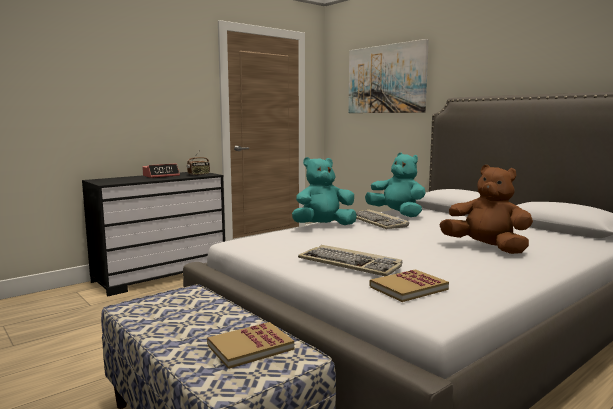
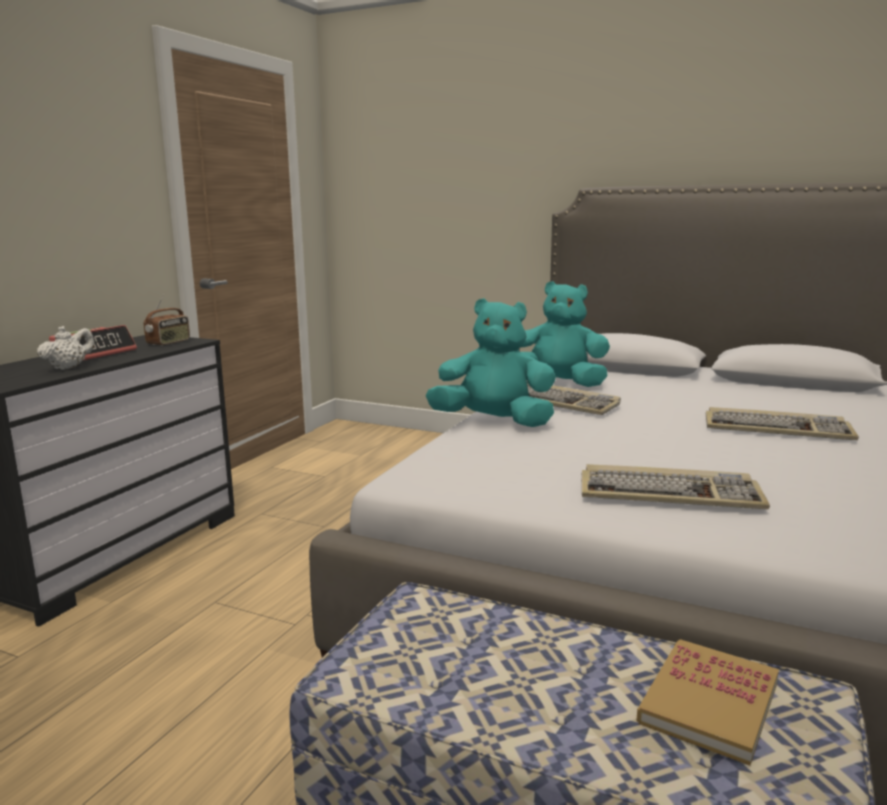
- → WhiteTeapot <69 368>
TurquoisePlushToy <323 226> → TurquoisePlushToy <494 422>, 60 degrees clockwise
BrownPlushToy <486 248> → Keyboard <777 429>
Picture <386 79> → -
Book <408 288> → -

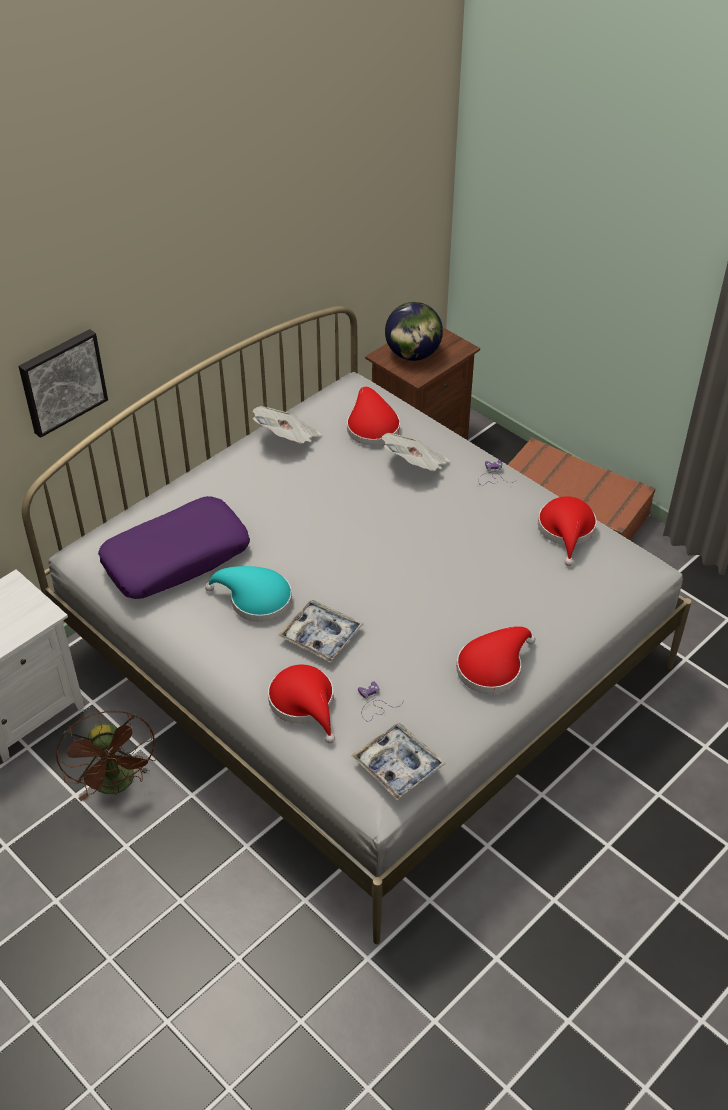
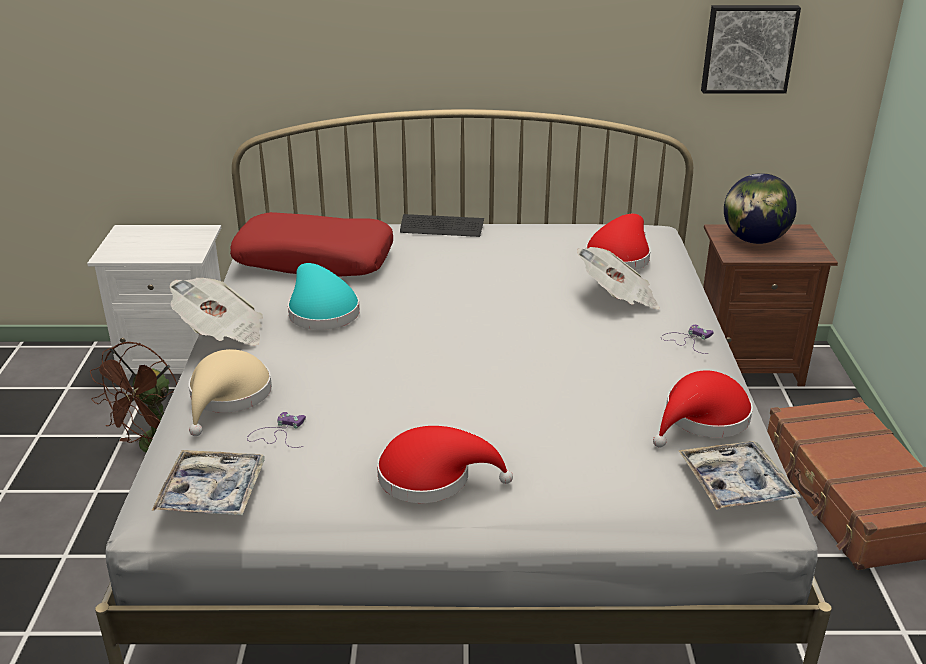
Newspaper <288 439> → Newspaper <222 333>, relocated
RedHat <304 703> → BeigeHat <228 397>
PurplePillow <176 558> → RedPillow <315 259>
- → Keyboard <441 227>
Tray <321 636> → Tray <735 484>, relocated
Picture <61 381> → Picture <748 48>, relocated

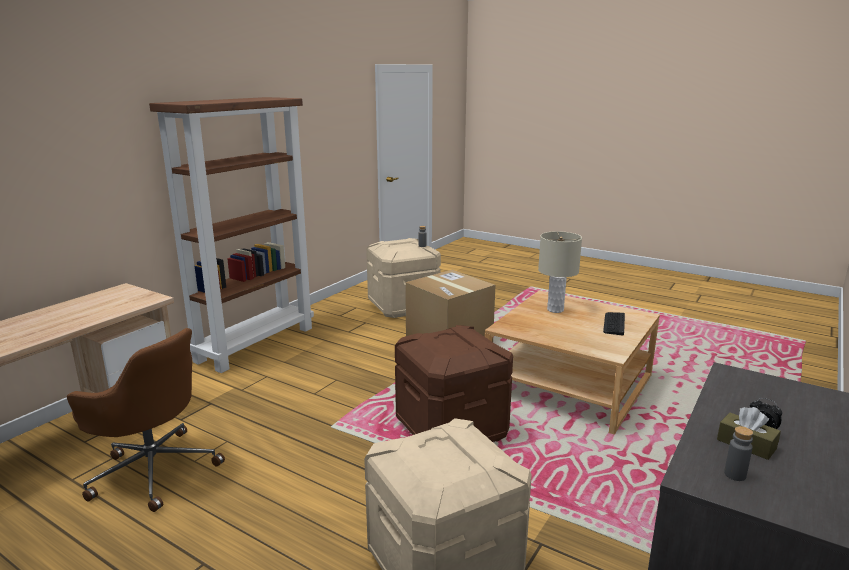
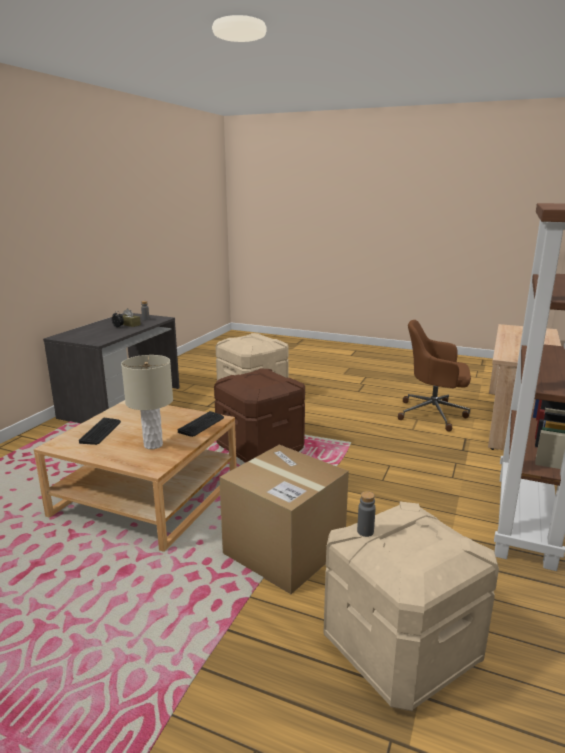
- → Keyboard <202 424>

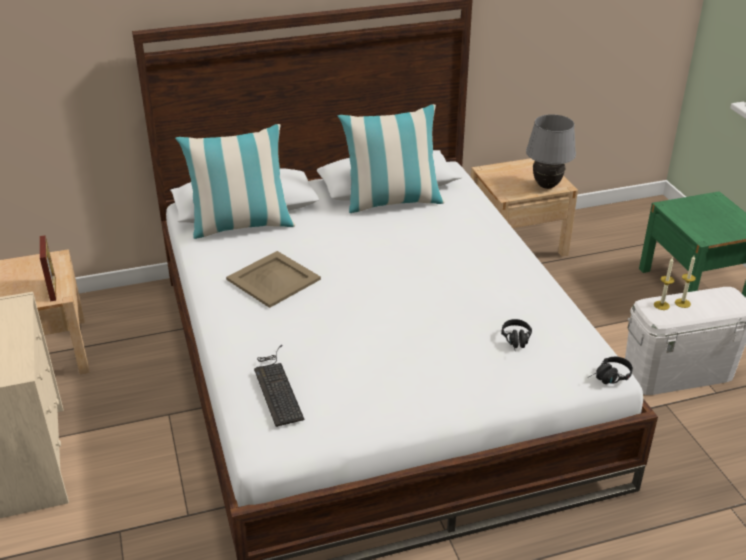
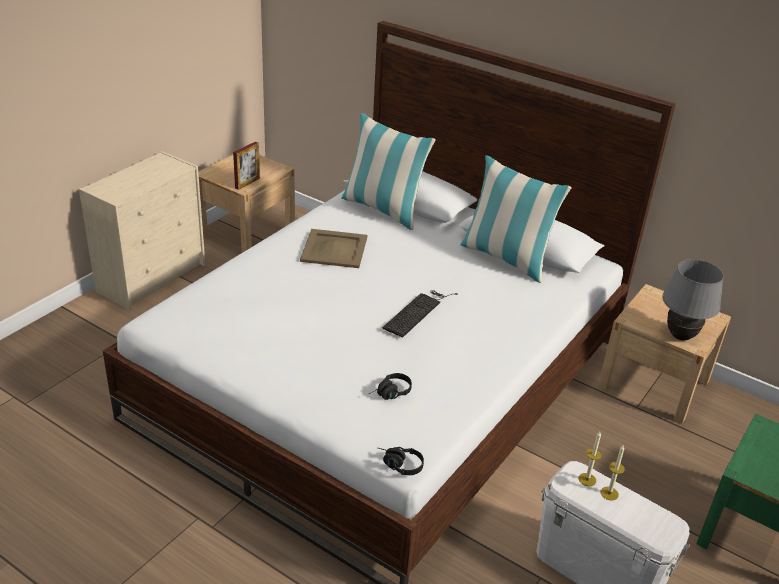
Keyboard <277 386> → Keyboard <418 311>, relocated

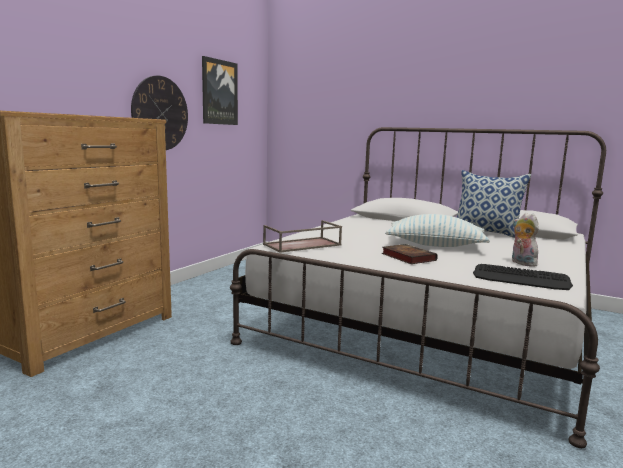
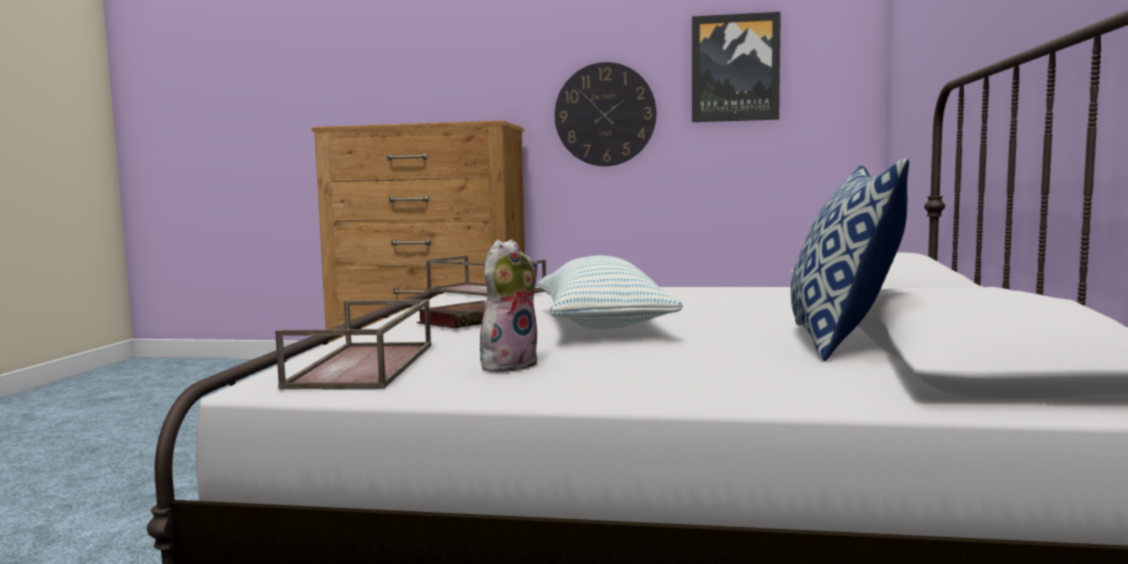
Keyboard <521 279> → BrownTray <365 365>

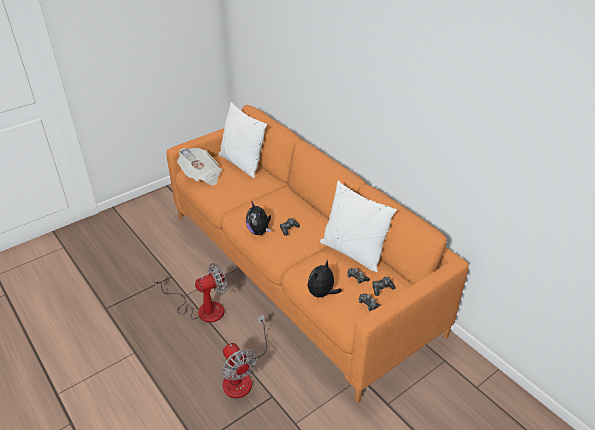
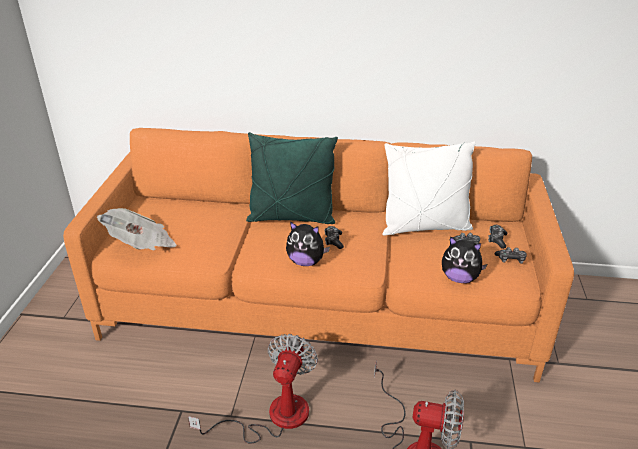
- → GreenPillow <291 217>
PlushToy <322 294> → PlushToy <459 278>, 60 degrees counterclockwise
WhitePillow <241 164> → -

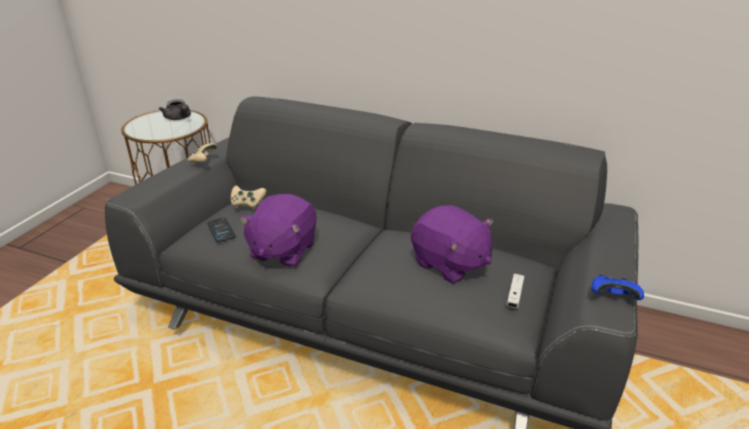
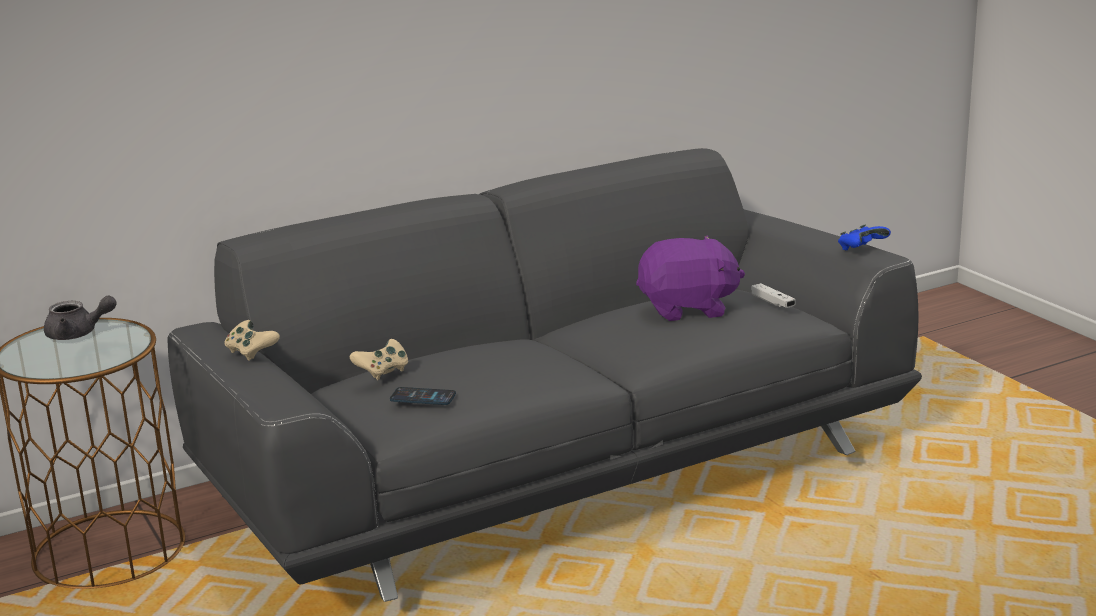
PurplePlushToy <282 250> → -

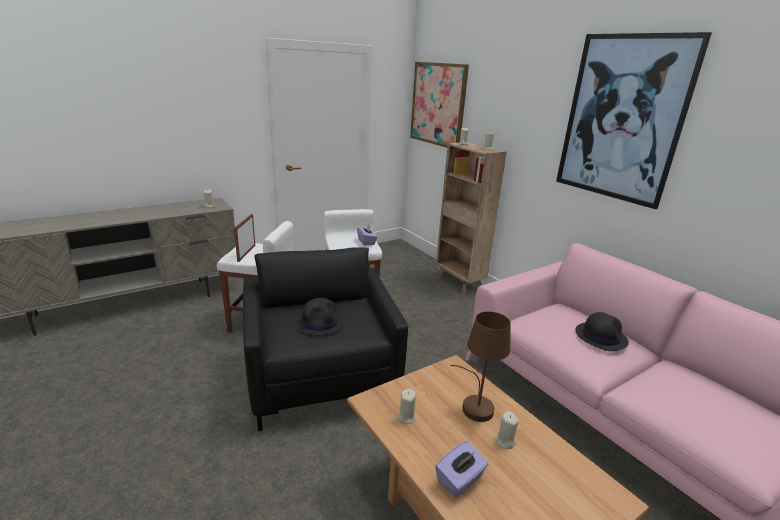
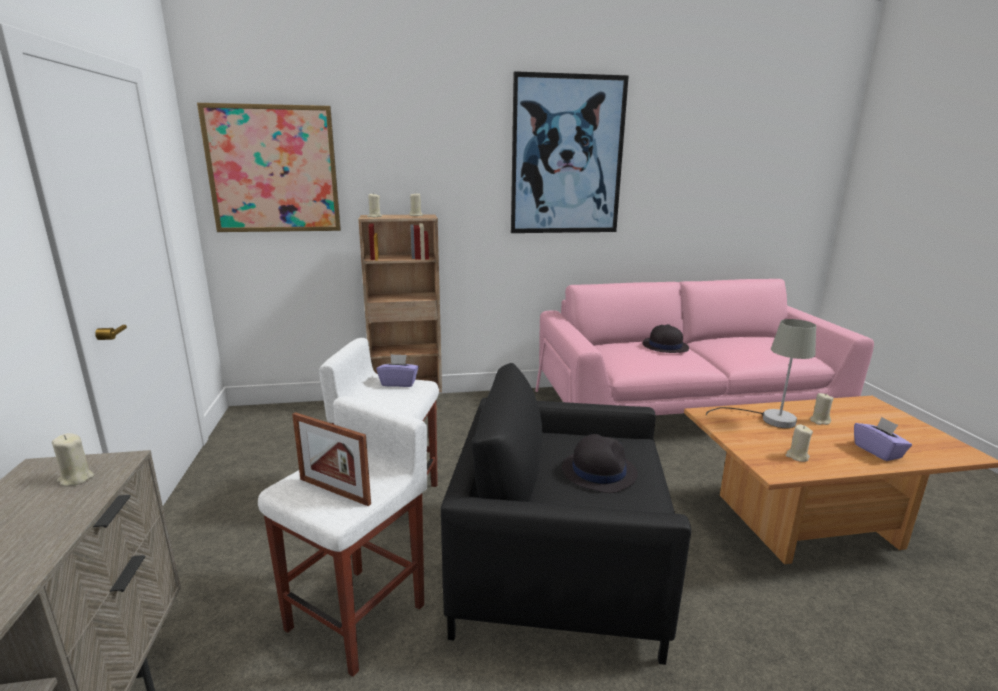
BrownTableLamp <476 403> → GreyTableLamp <768 419>

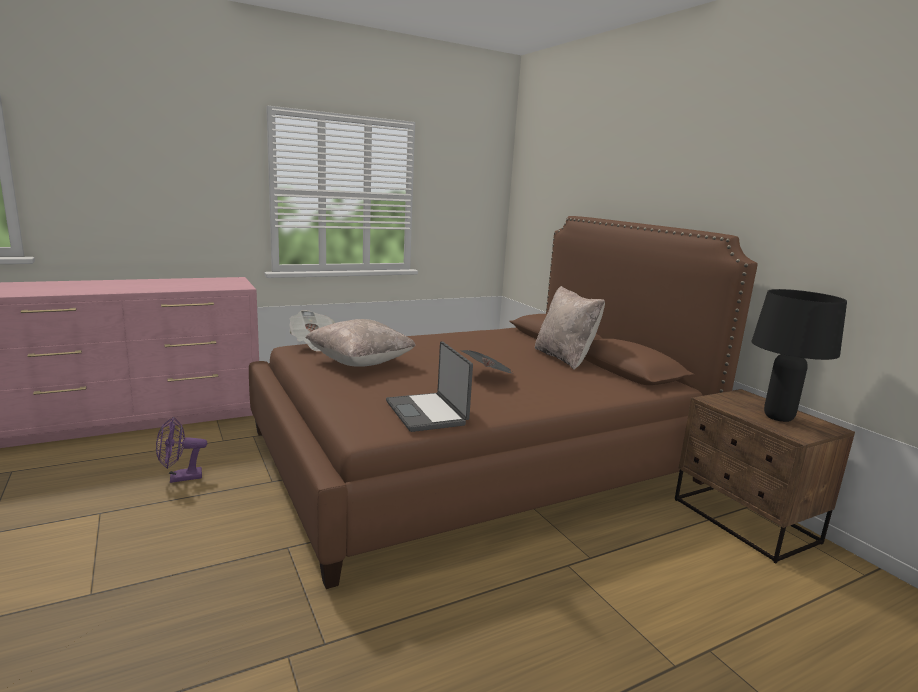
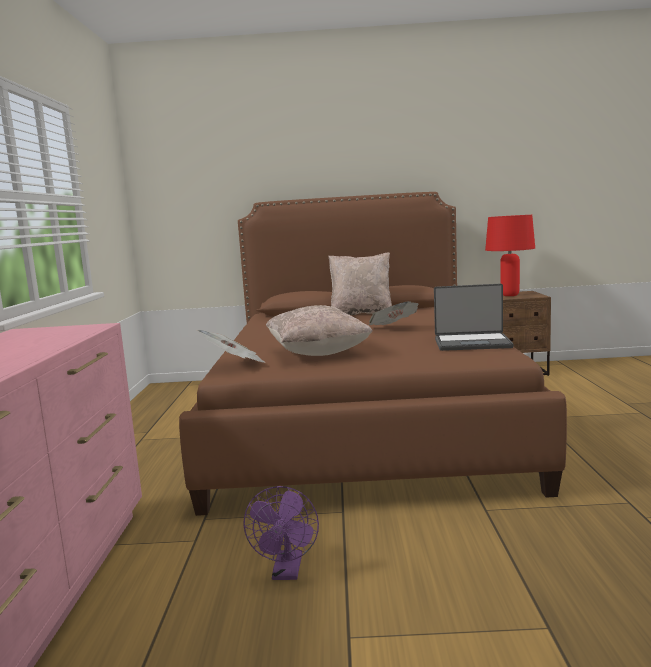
BlackTableLamp <777 417> → RedTableLamp <509 295>

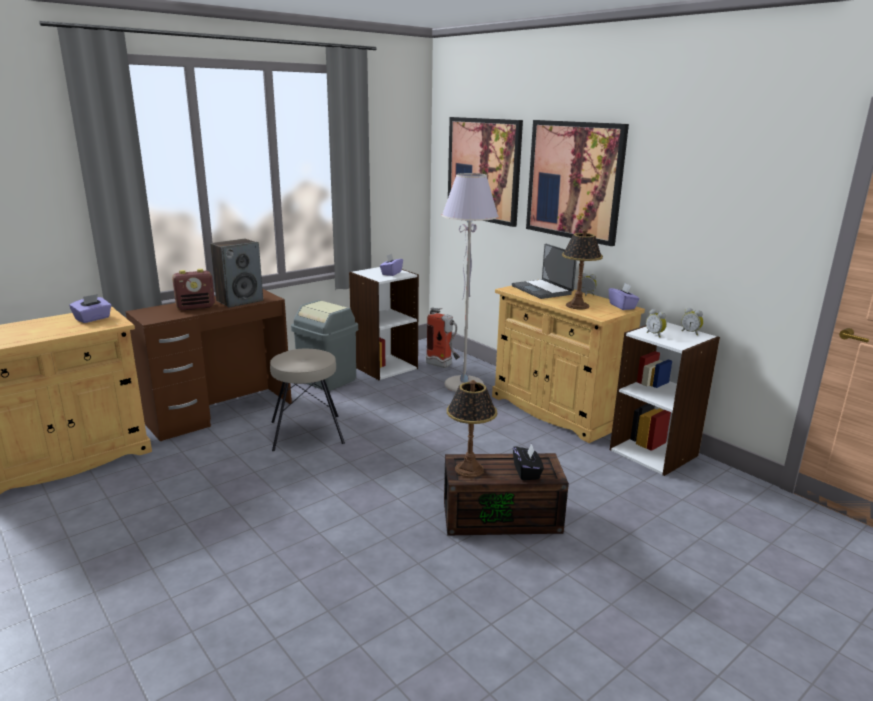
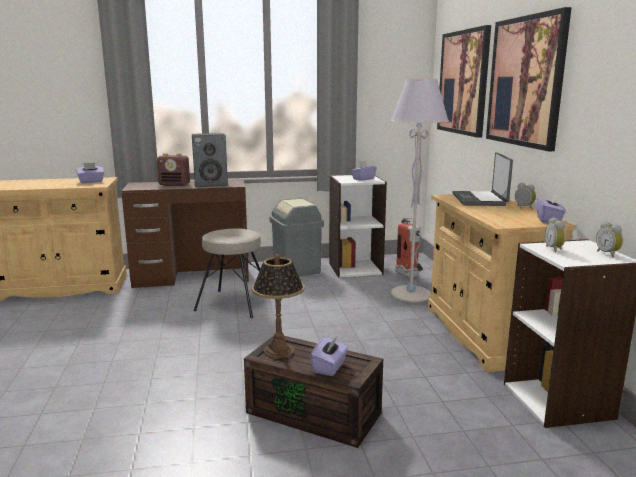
BlackTissueBox <527 472> → PurpleTissueBox <329 367>
TableLamp <577 305> → -

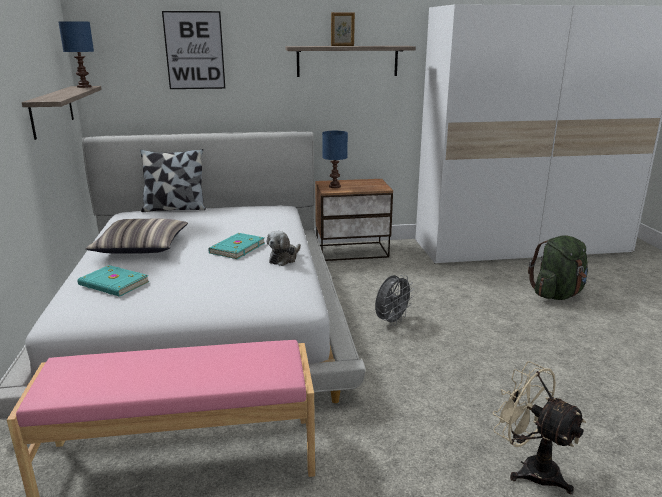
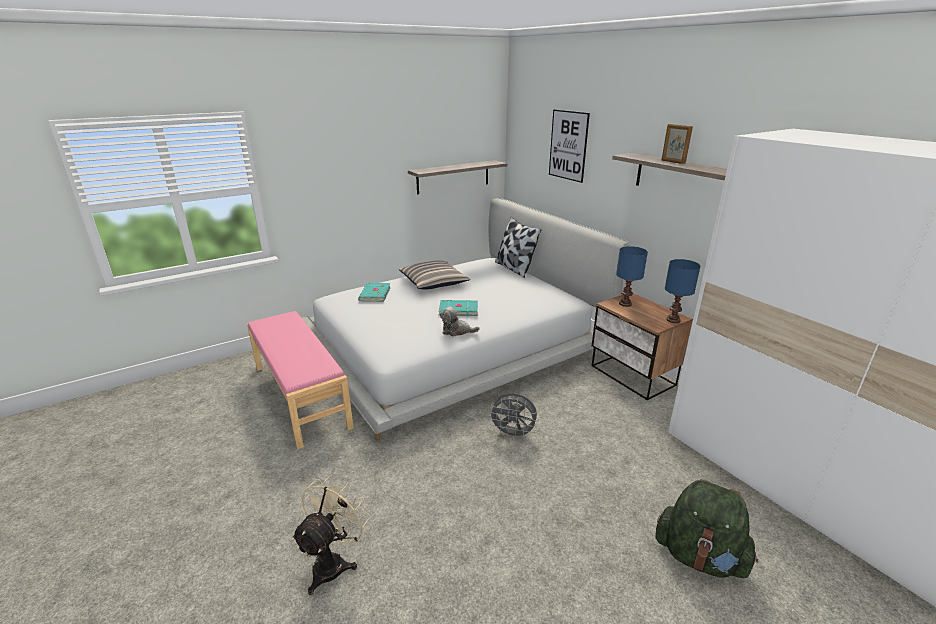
BlueTableLamp <83 87> → BlueTableLamp <672 320>, relocated

